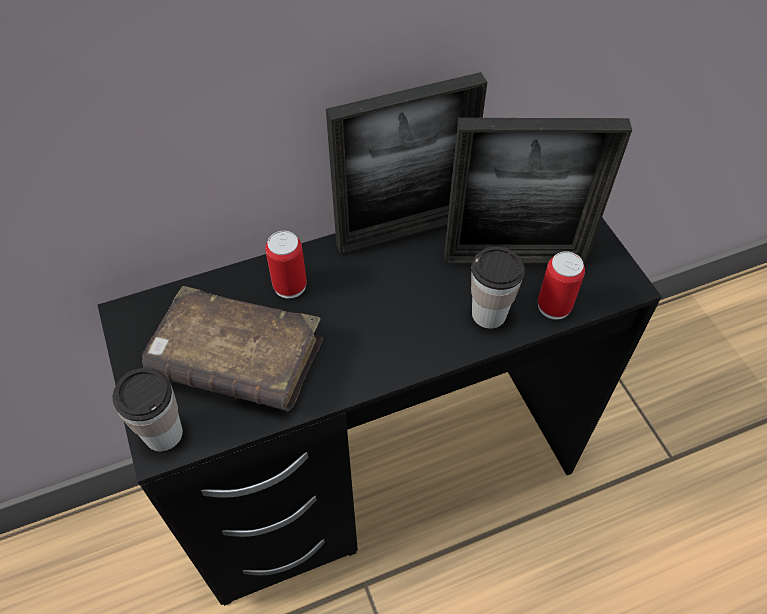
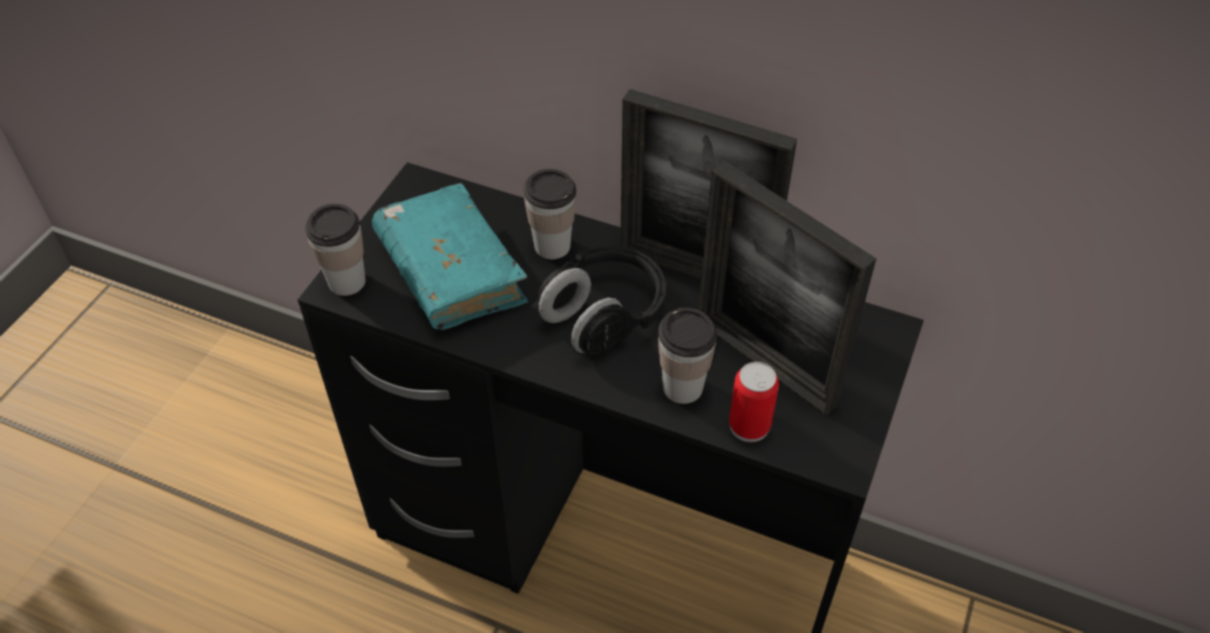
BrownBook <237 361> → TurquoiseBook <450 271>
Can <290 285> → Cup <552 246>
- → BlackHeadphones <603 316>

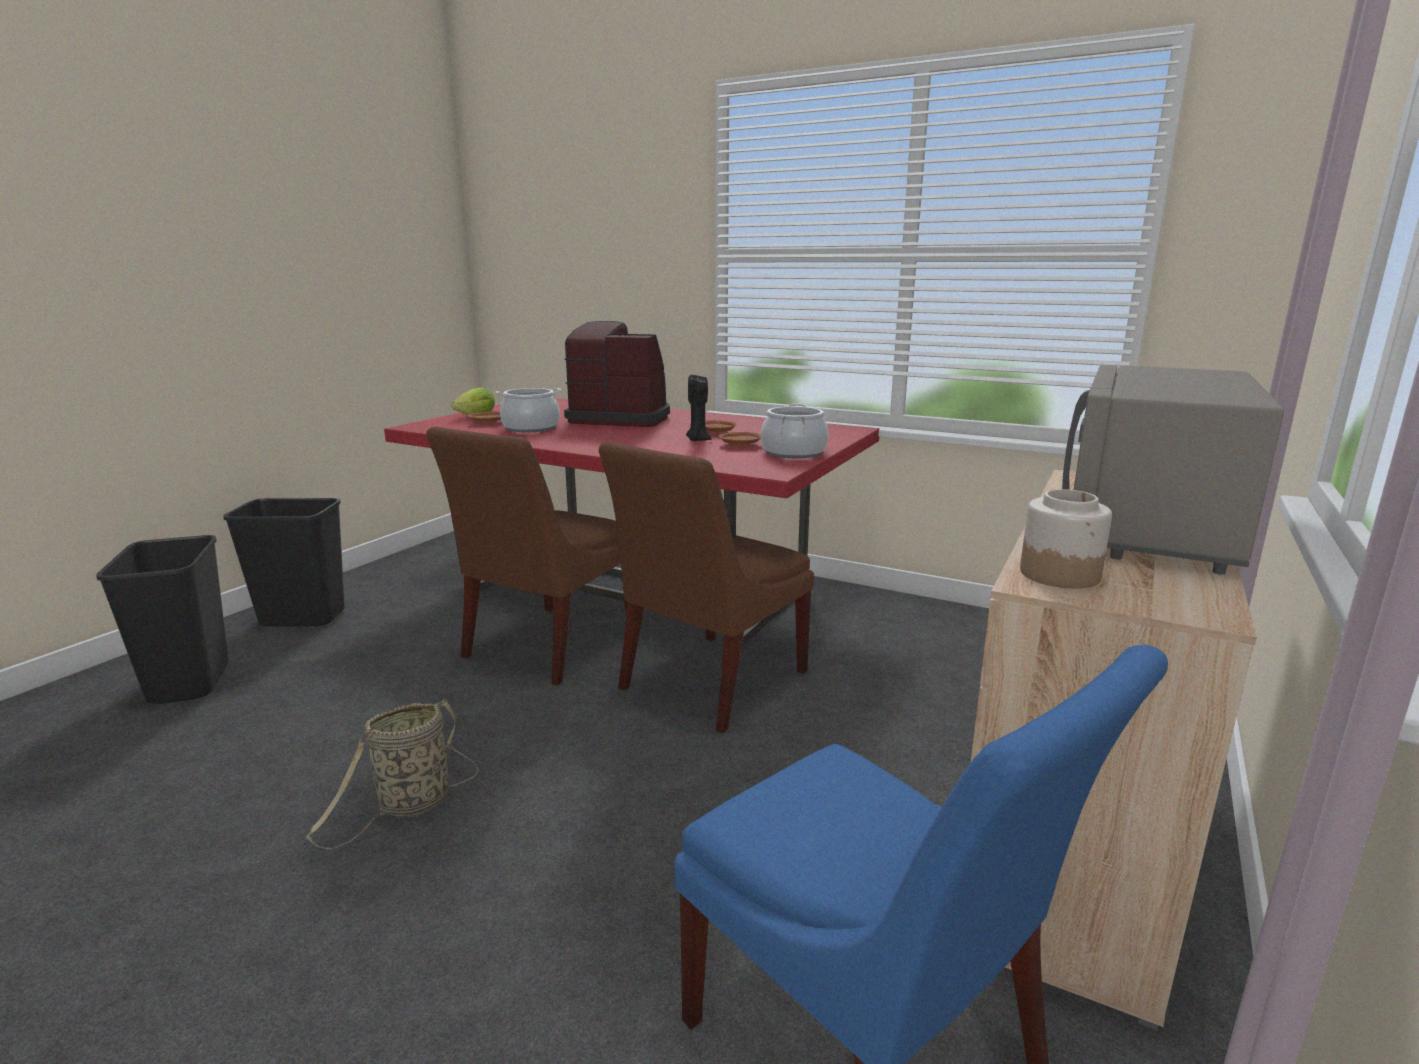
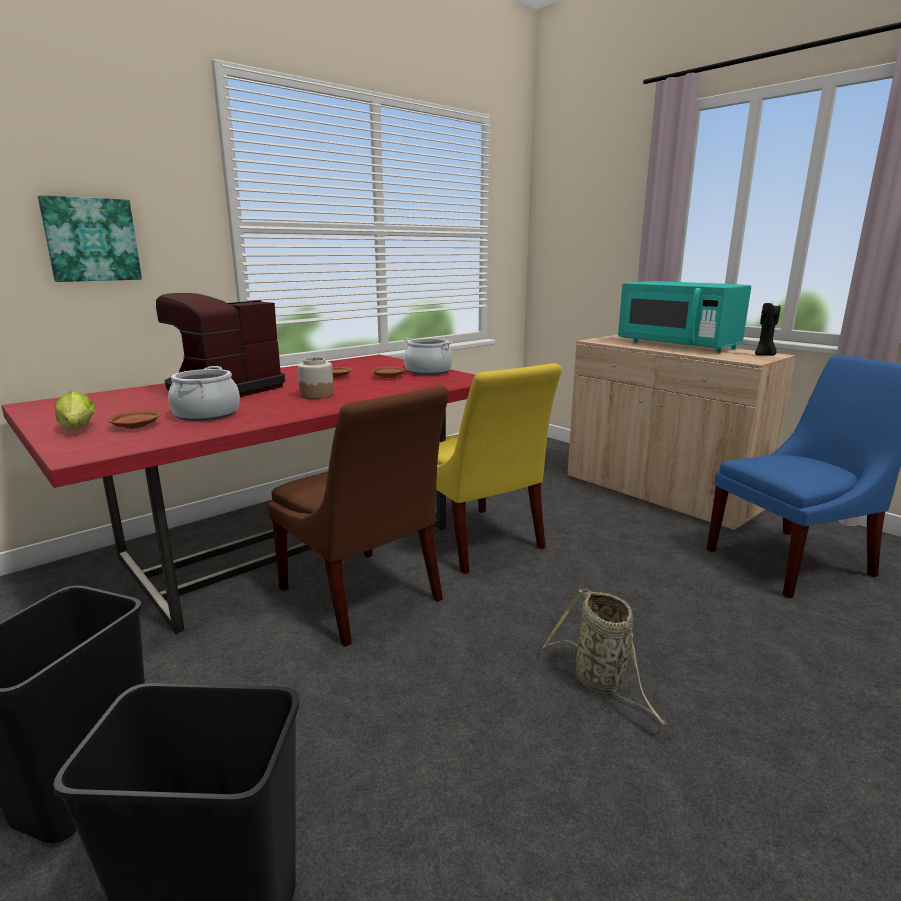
- → Picture <91 240>
Jar <1060 574> → Jar <316 395>, relocated
BrownChair <708 683> → YellowChair <477 541>
GreyMicrowave <1149 528> → TurquoiseMicrowave <678 345>
BlackCandle <697 440> → BlackCandle <764 355>, relocated

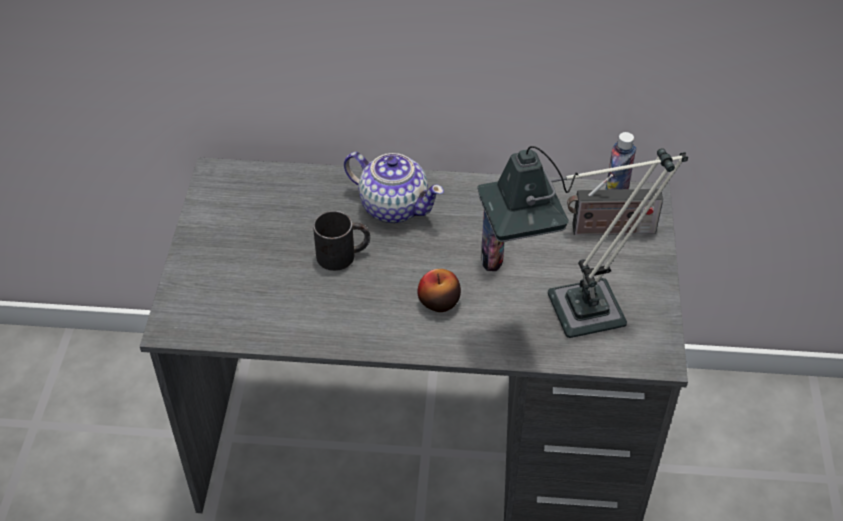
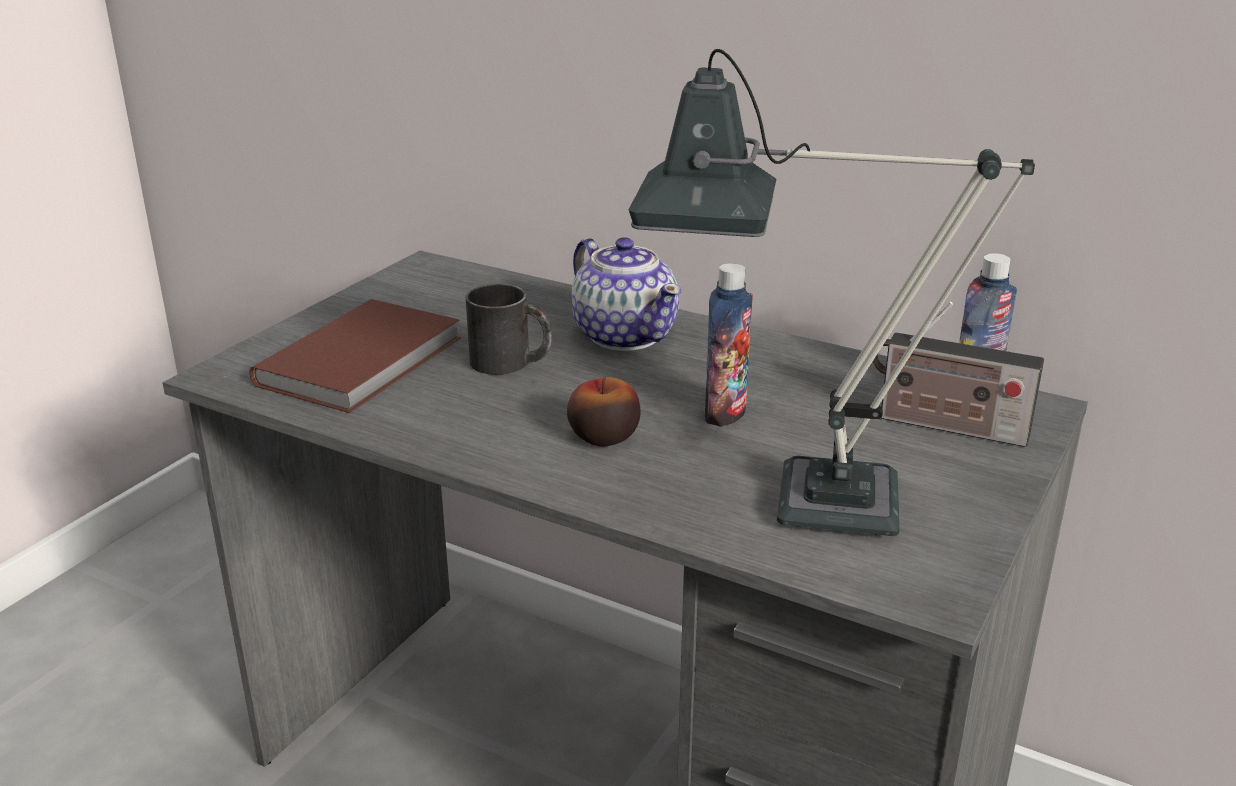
- → BrownBook <366 361>

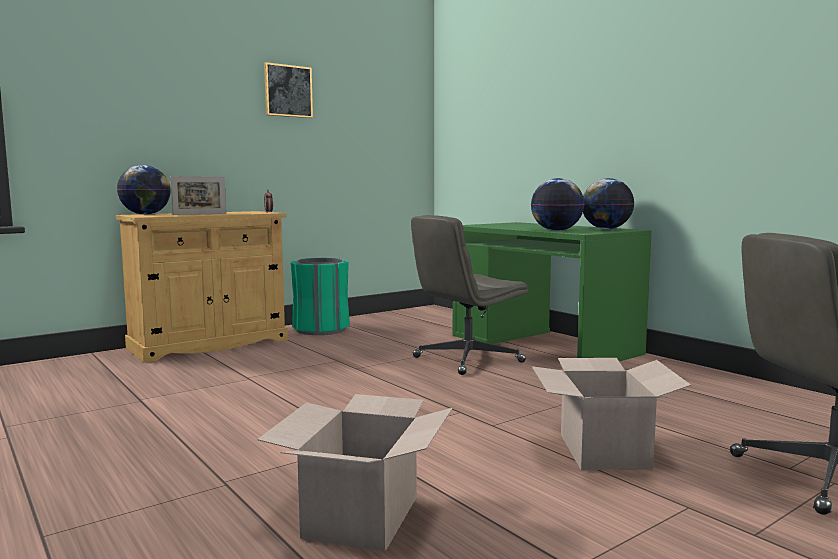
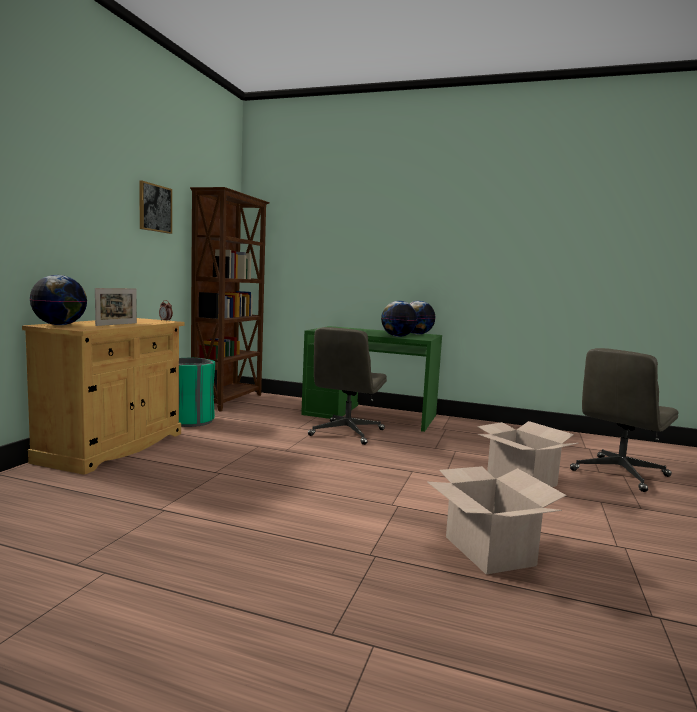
- → BrownBookcase <229 400>

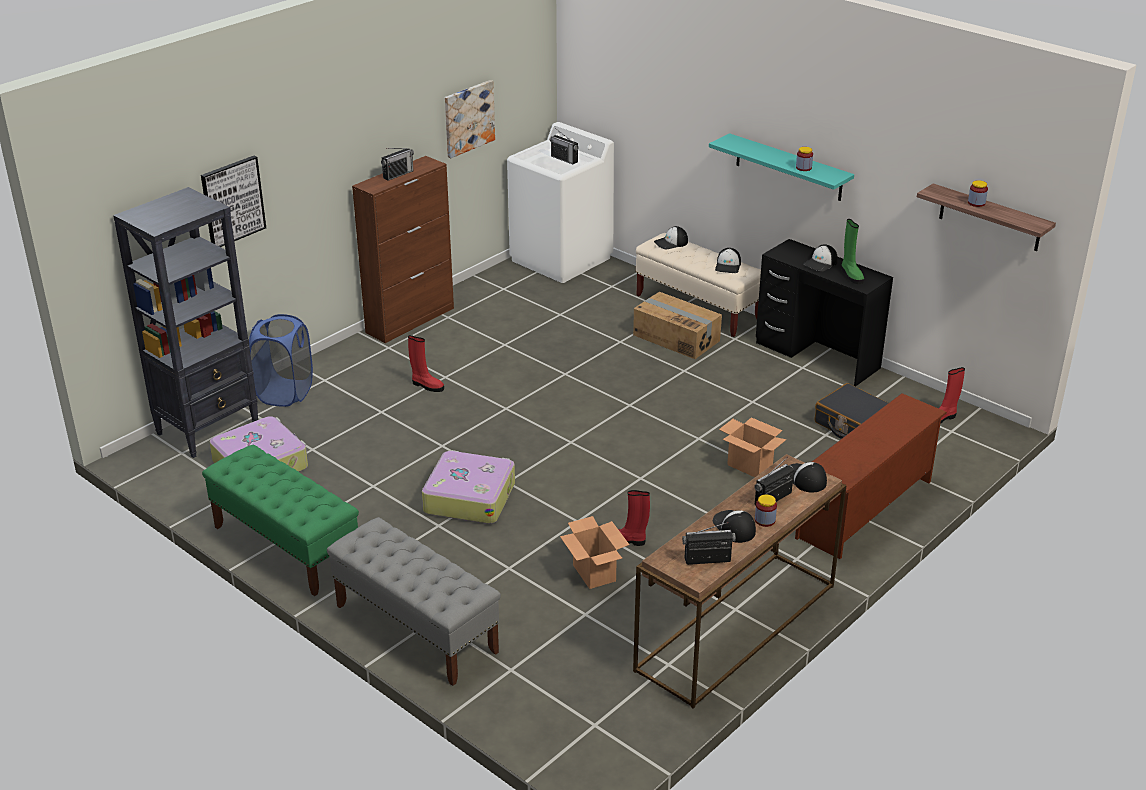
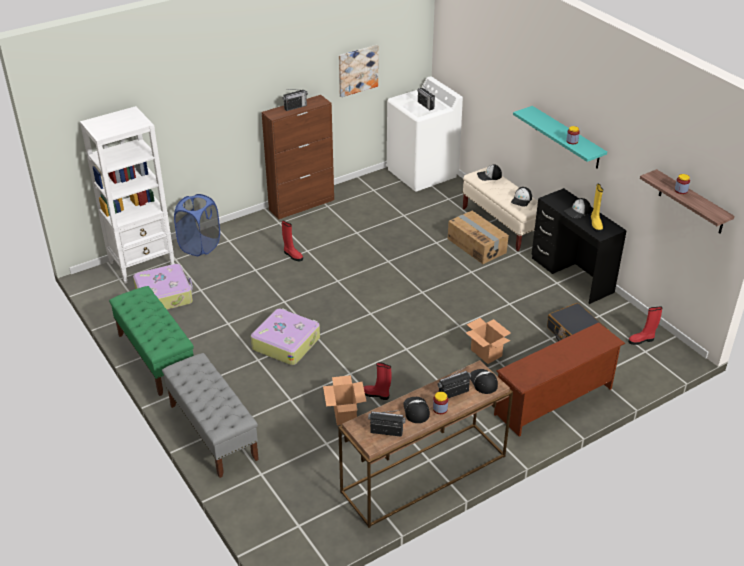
BlackBookcase <209 429> → WhiteBookcase <142 264>
GreenBoot <851 275> → YellowBoot <595 224>
Picture <232 201> → -

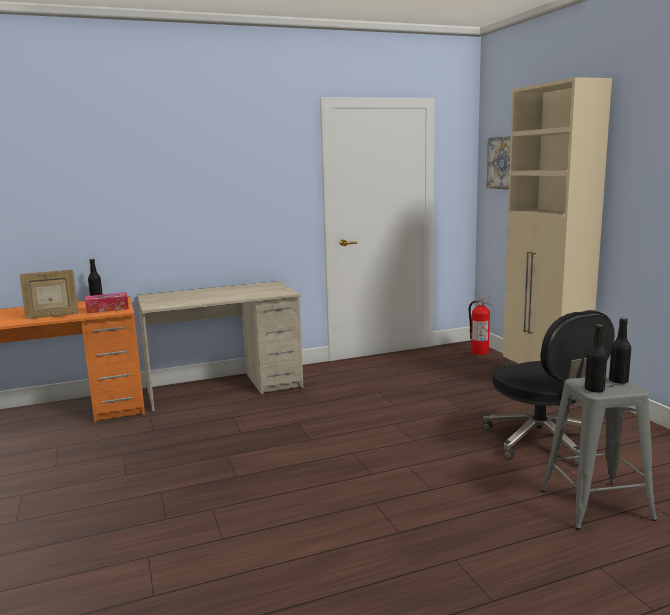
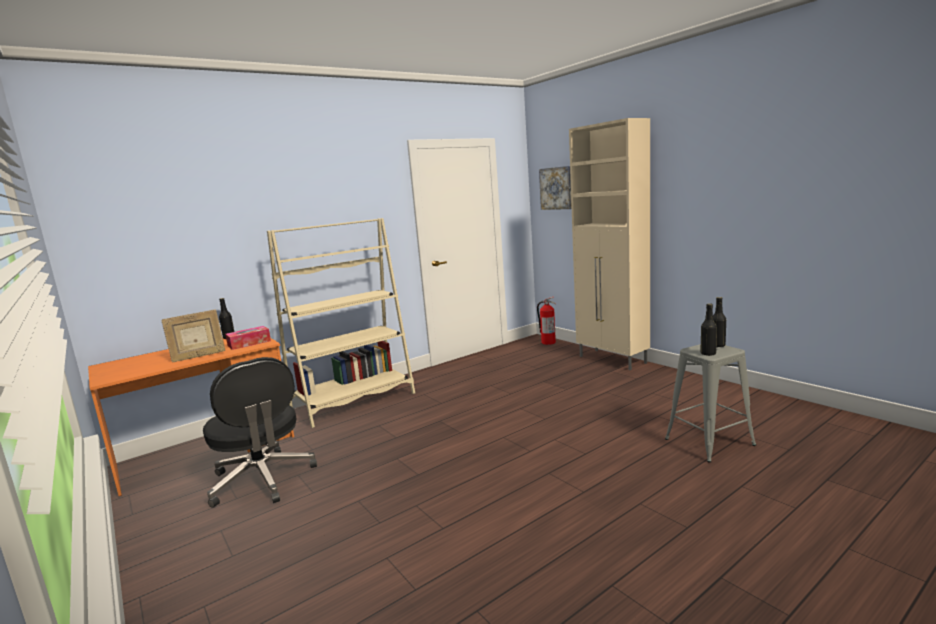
BlackOfficeChair <542 442> → BlackOfficeChair <262 480>, relocated
BeigeDesk <224 388> → BeigeBookcase <354 402>

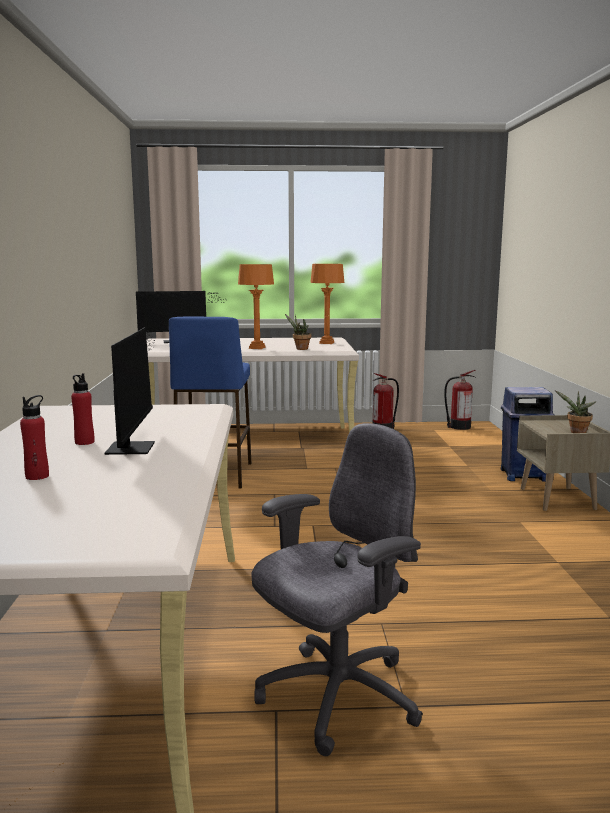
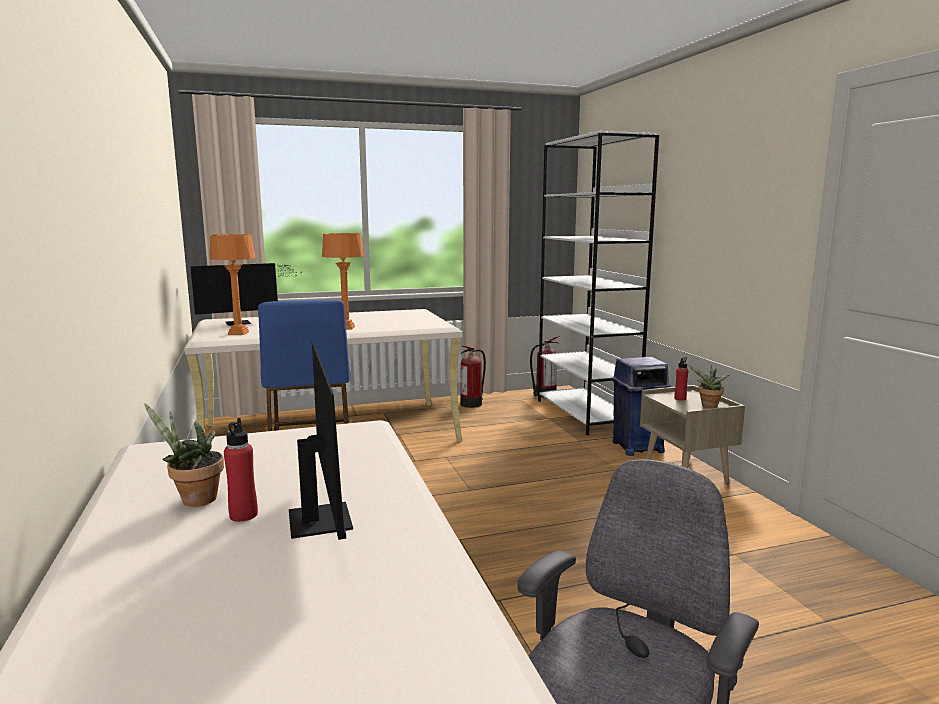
PottedPlant <300 349> → PottedPlant <194 500>, relocated
OrangeTableLamp <326 343> → OrangeTableLamp <238 333>, relocated
- → WhiteBookcase <587 414>
RedBottle <37 476> → RedBottle <680 398>, relocated

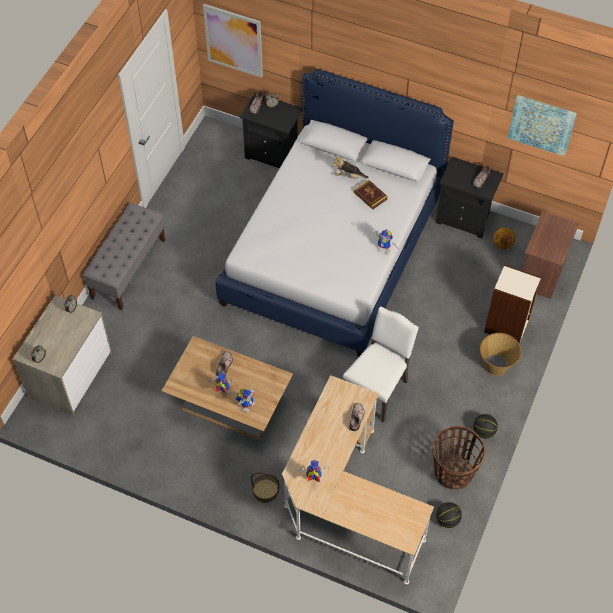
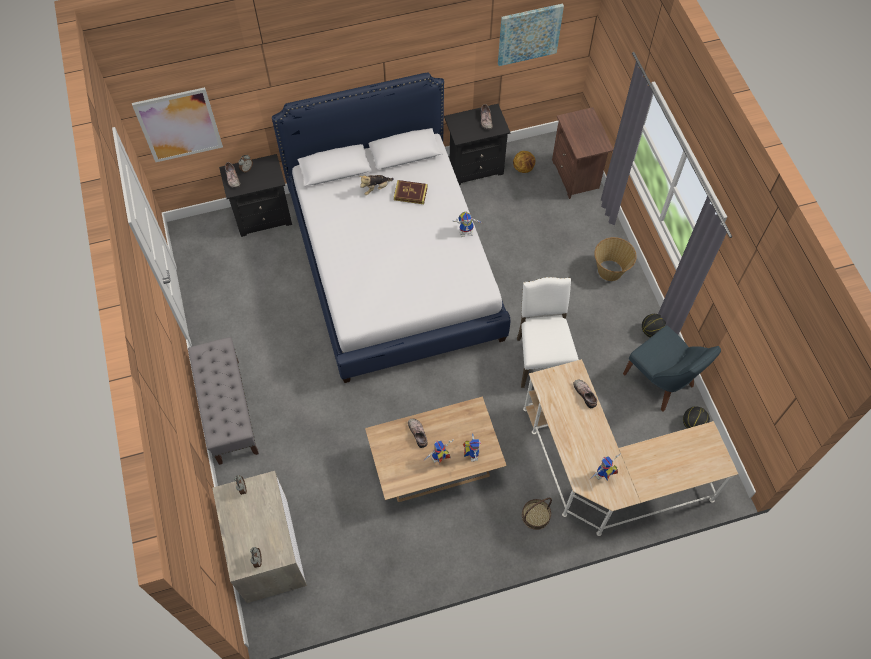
Basket <453 472> → BlueChair <660 382>
Bookcase <507 326> → -

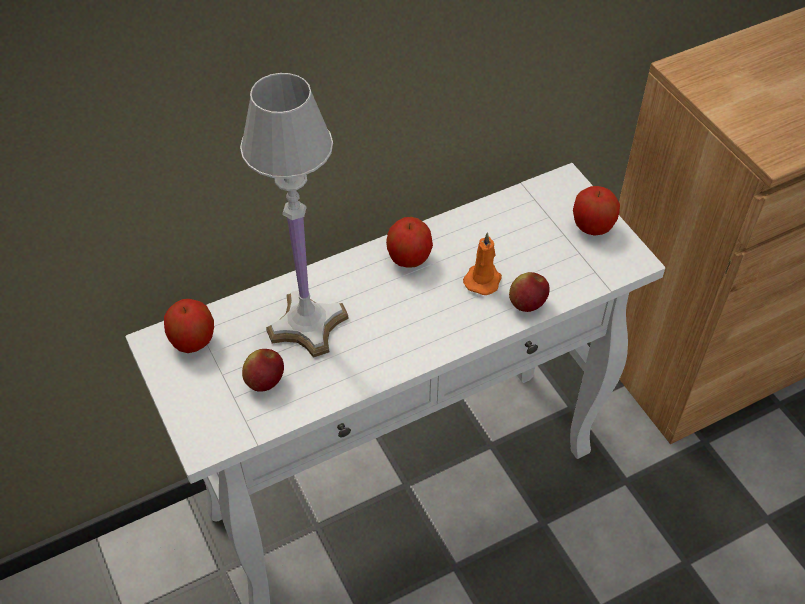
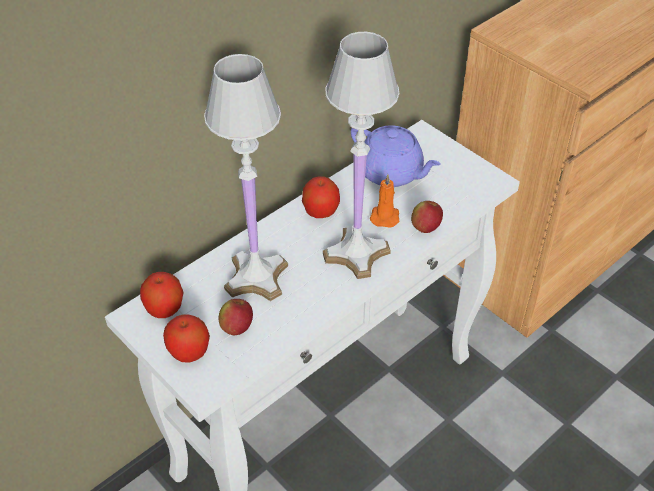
Apple <592 226> → Apple <189 352>, relocated
- → WhiteTableLamp <357 253>
- → PurpleTeapot <391 173>

